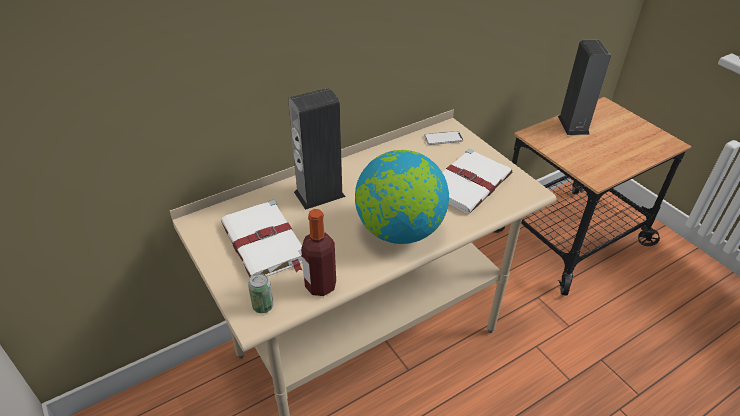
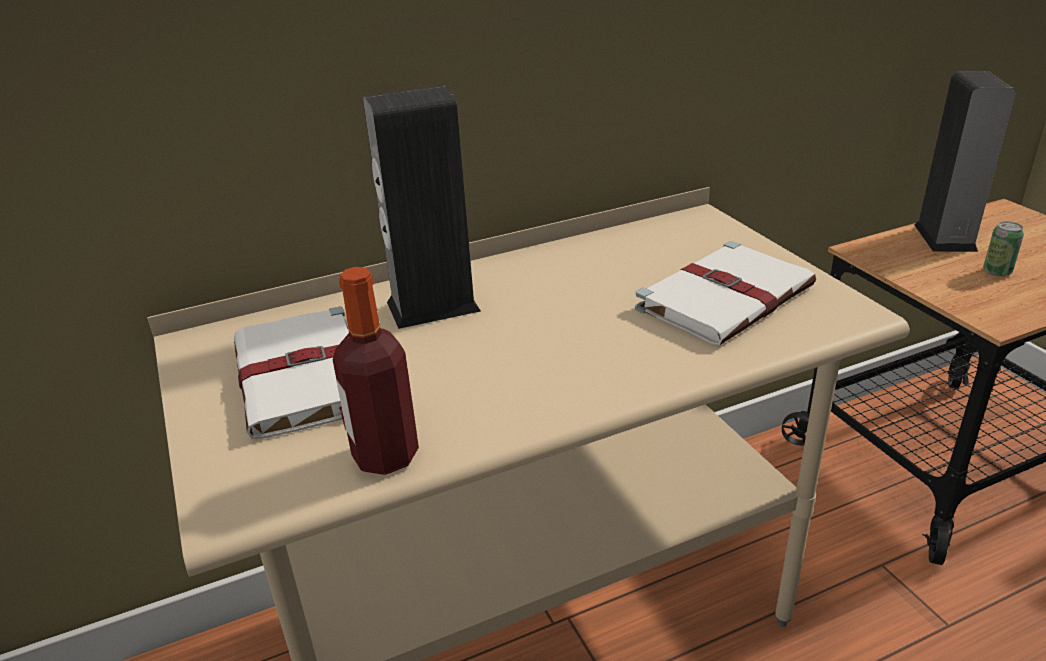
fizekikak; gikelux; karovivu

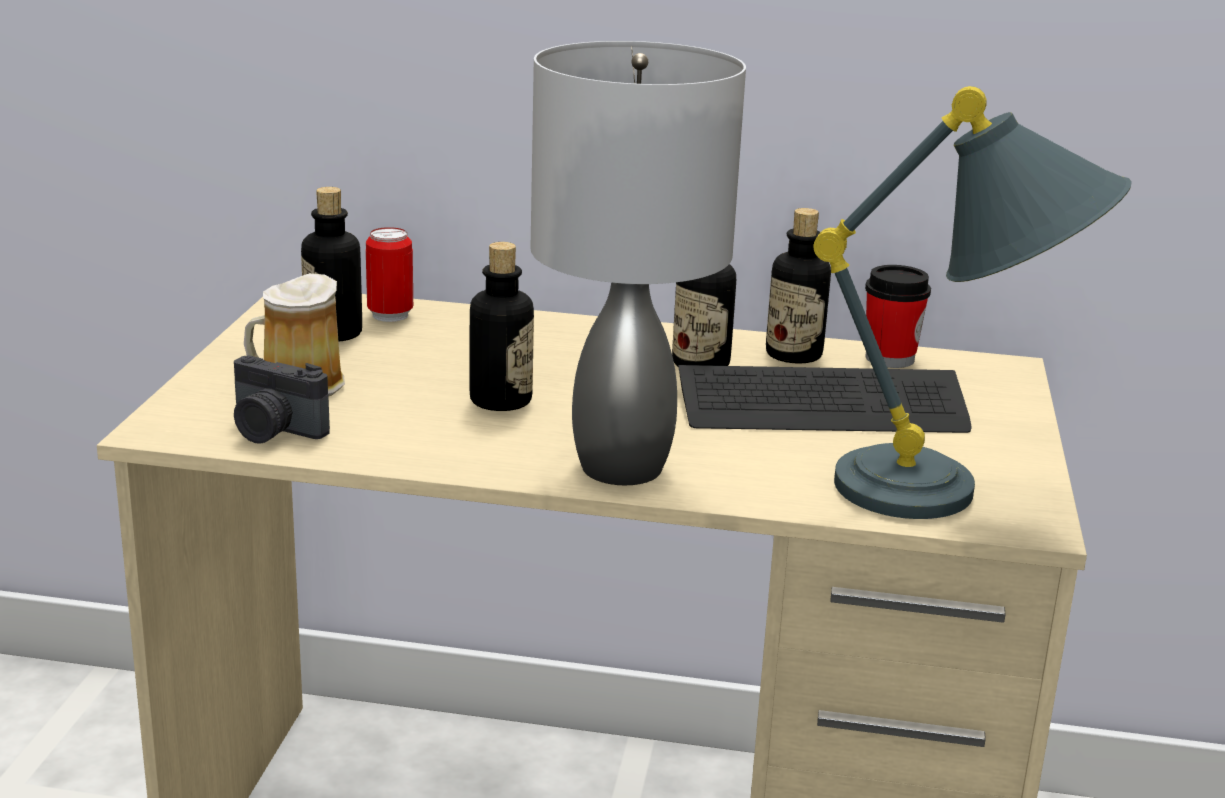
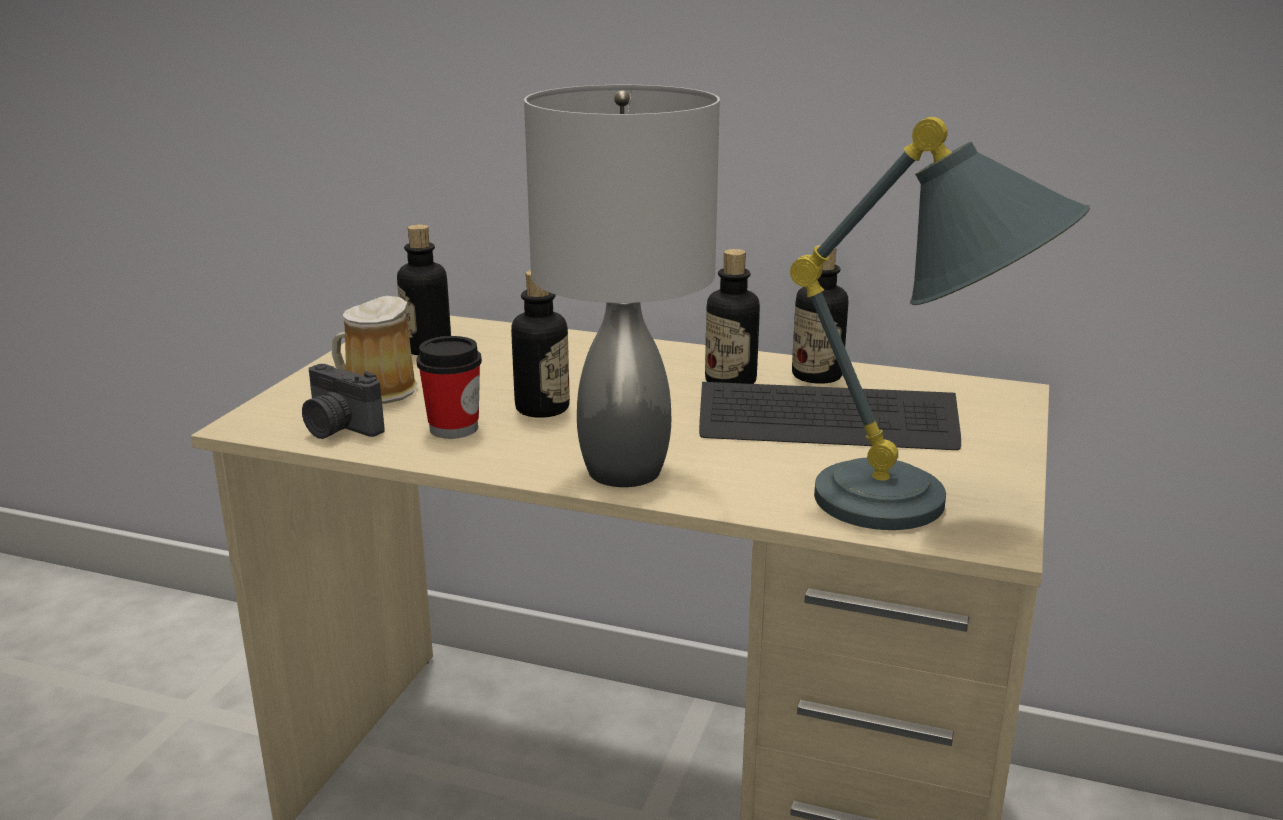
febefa; fizekikak

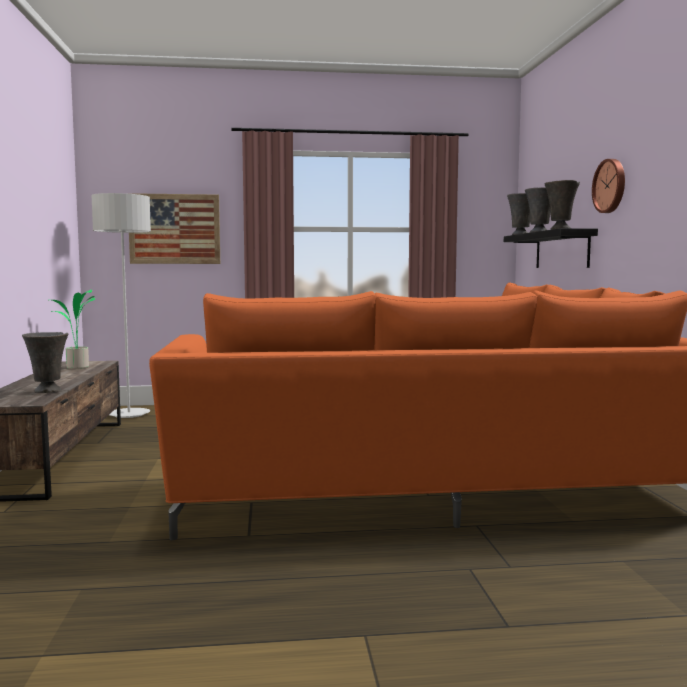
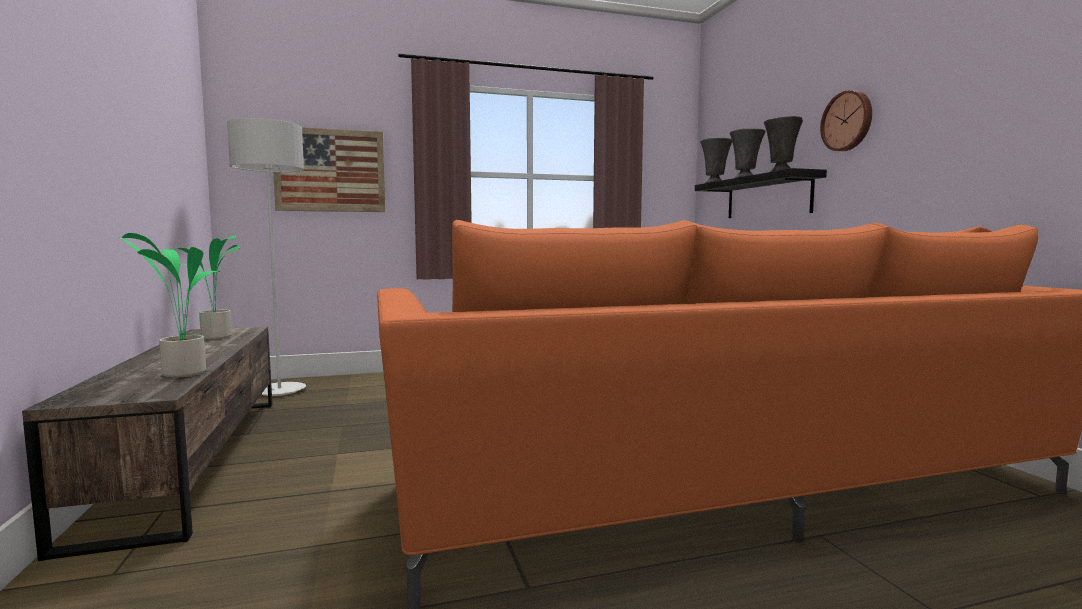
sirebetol (no. 1 from left)

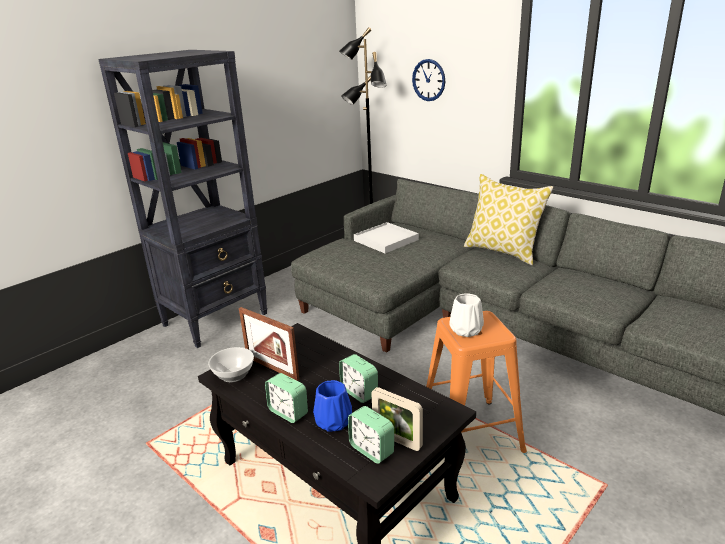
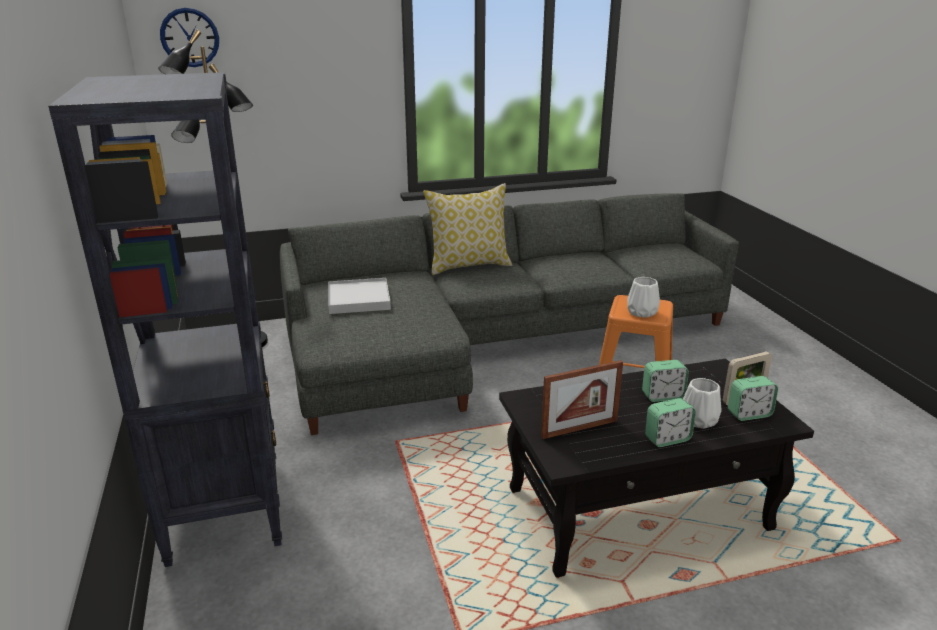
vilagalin; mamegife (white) (no. 2 from left); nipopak

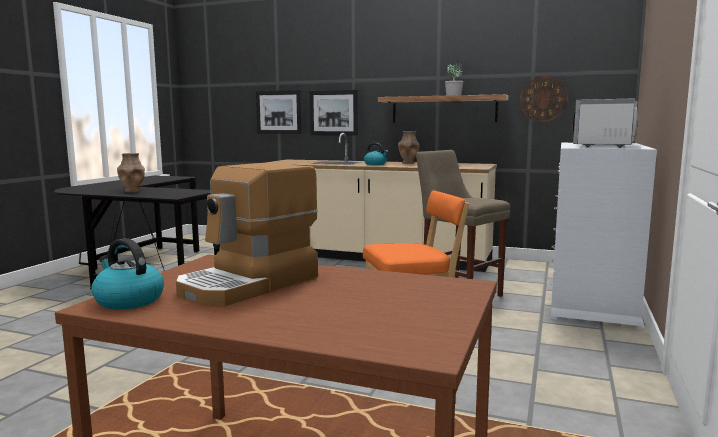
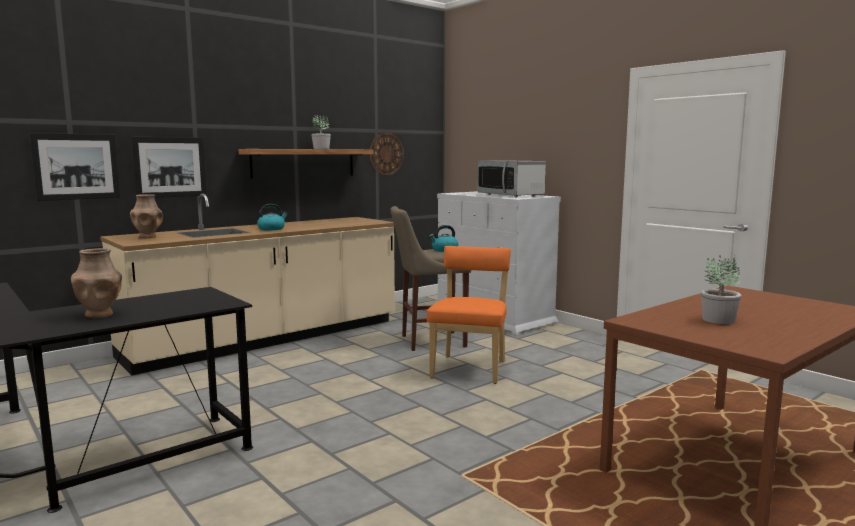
mamegife (brown) (no. 2 from left); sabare (no. 2 from left); sirebetol (no. 2 from left)

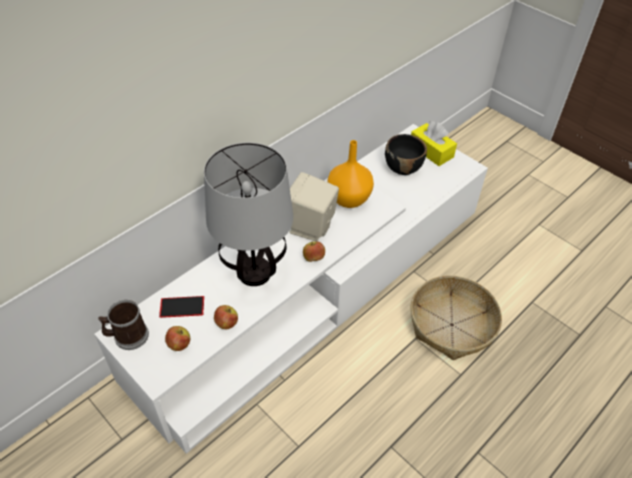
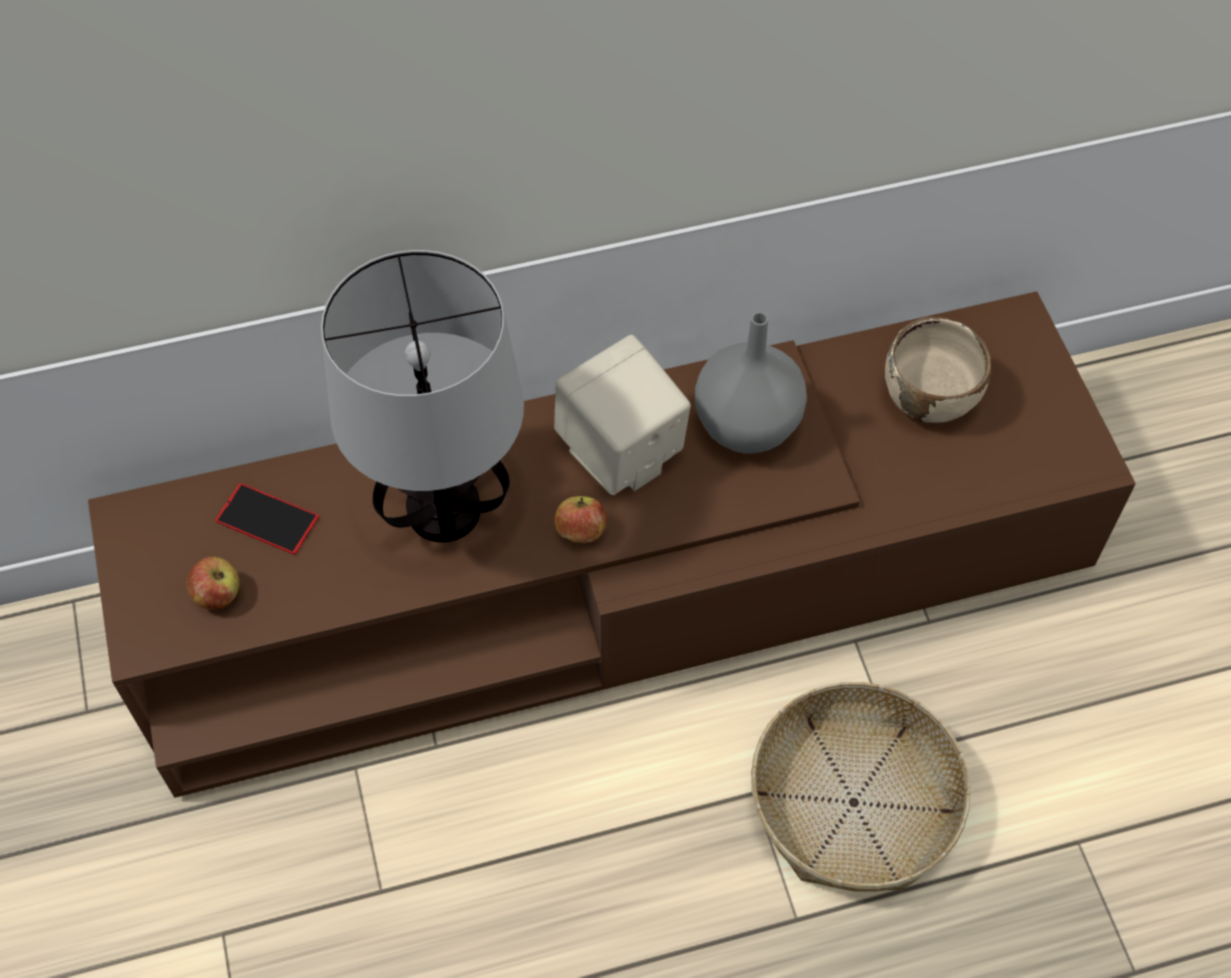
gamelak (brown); mamegife (grey); nipopak (beige); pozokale; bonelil (no. 2 from left in the first image); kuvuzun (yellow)

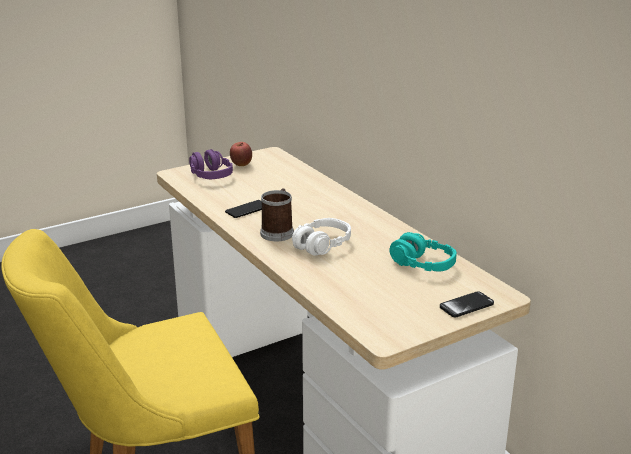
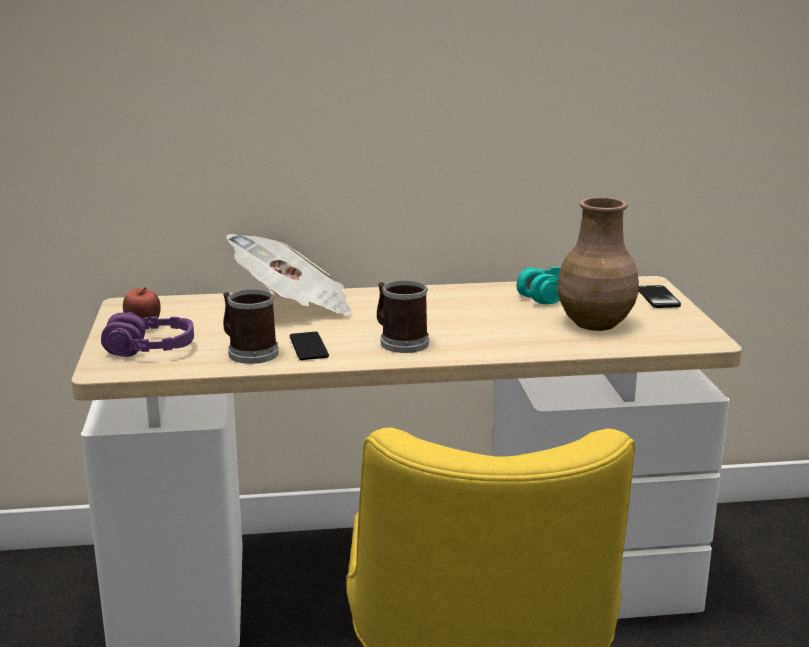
pozokale (no. 1 from left); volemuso; mamegife (brown); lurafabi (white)

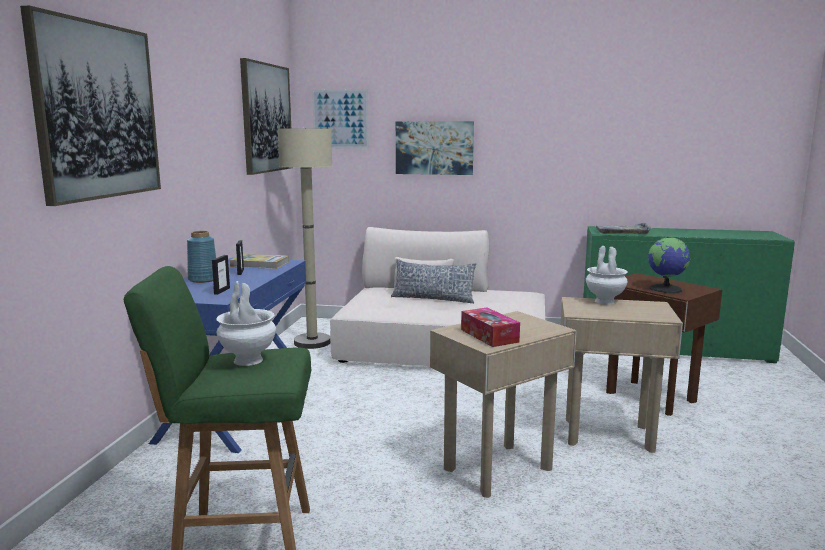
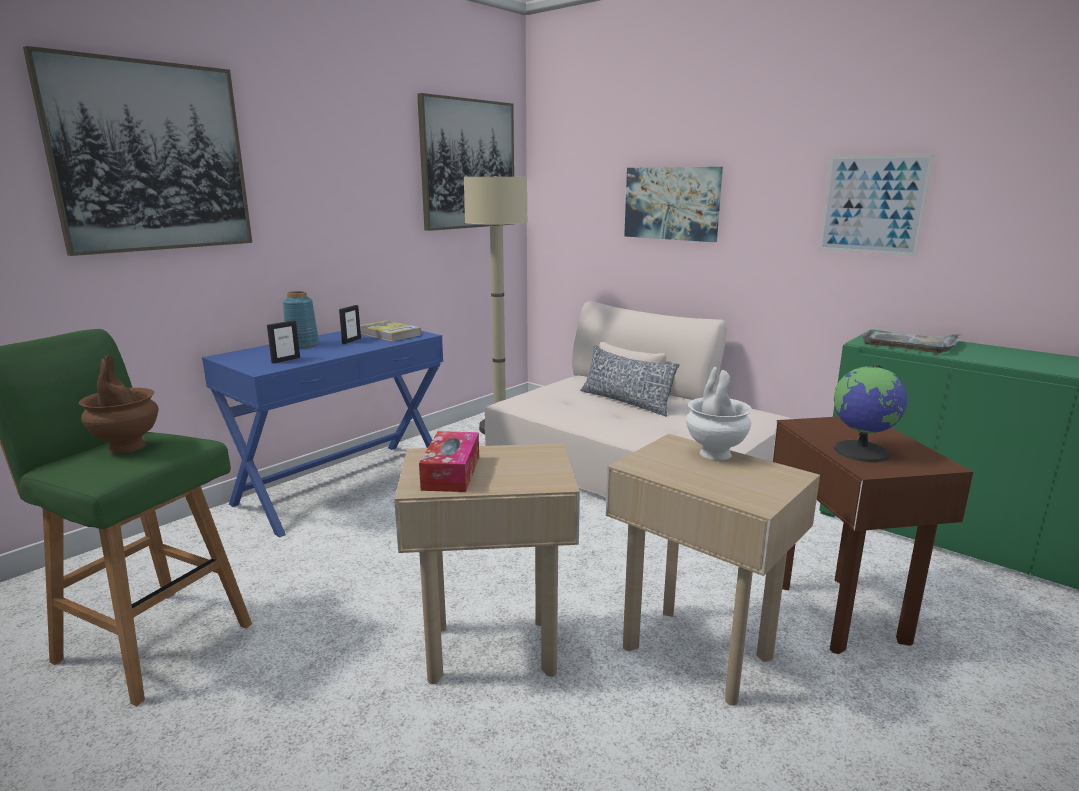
mamegife (brown); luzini (no. 4 from left)

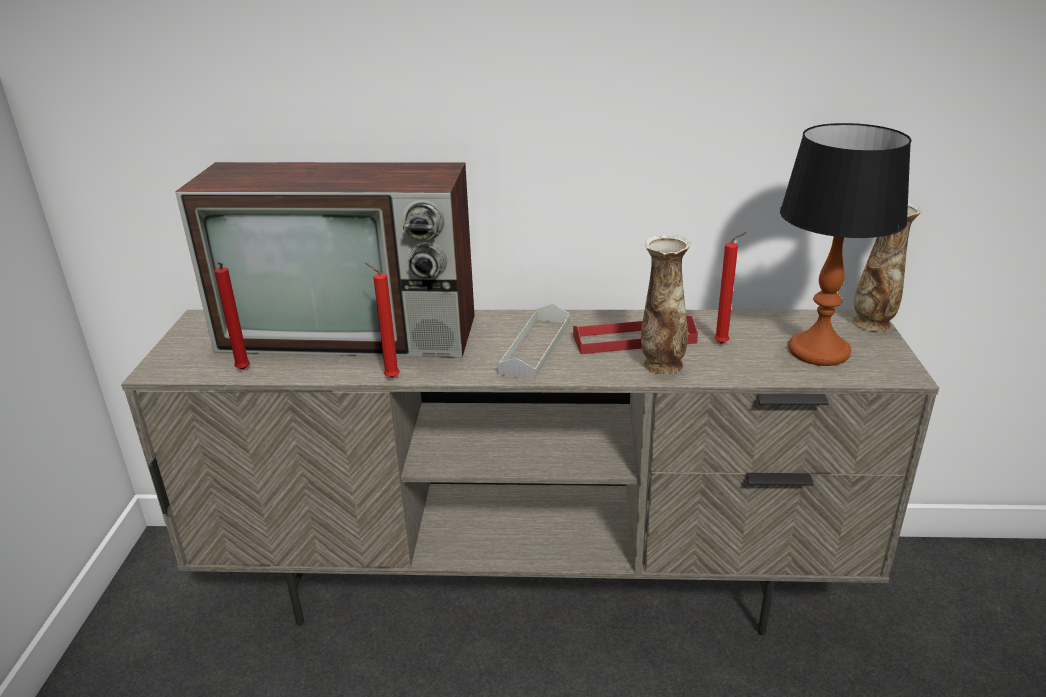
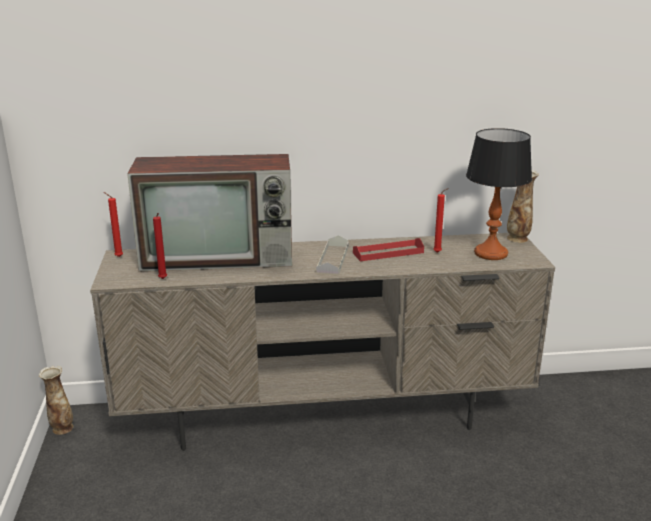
mamegife (no. 1 from left); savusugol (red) (no. 1 from left)

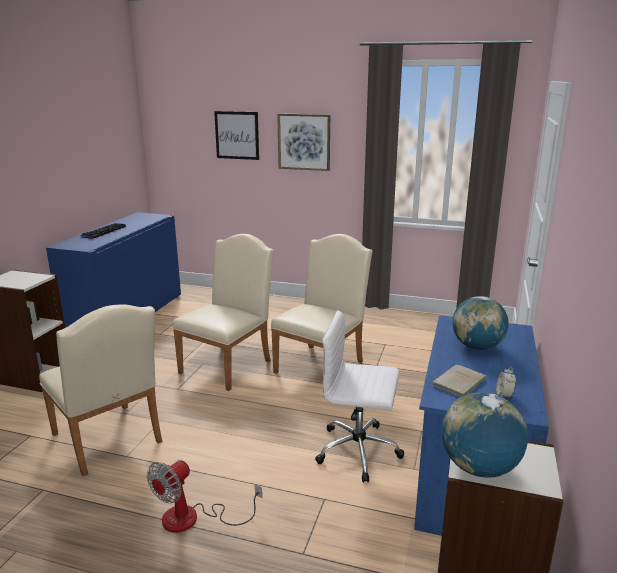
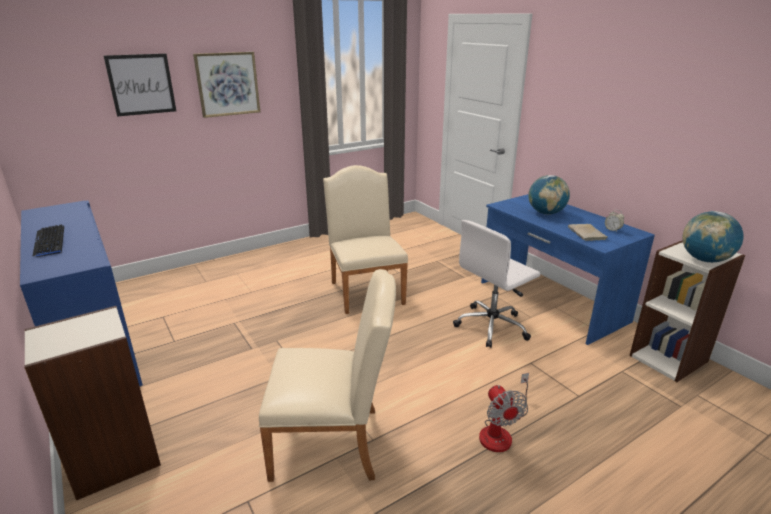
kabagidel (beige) (no. 2 from left in the first image)

